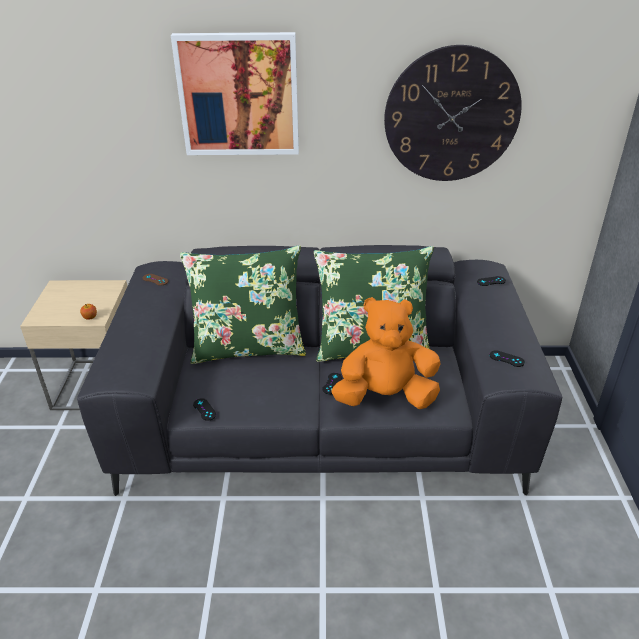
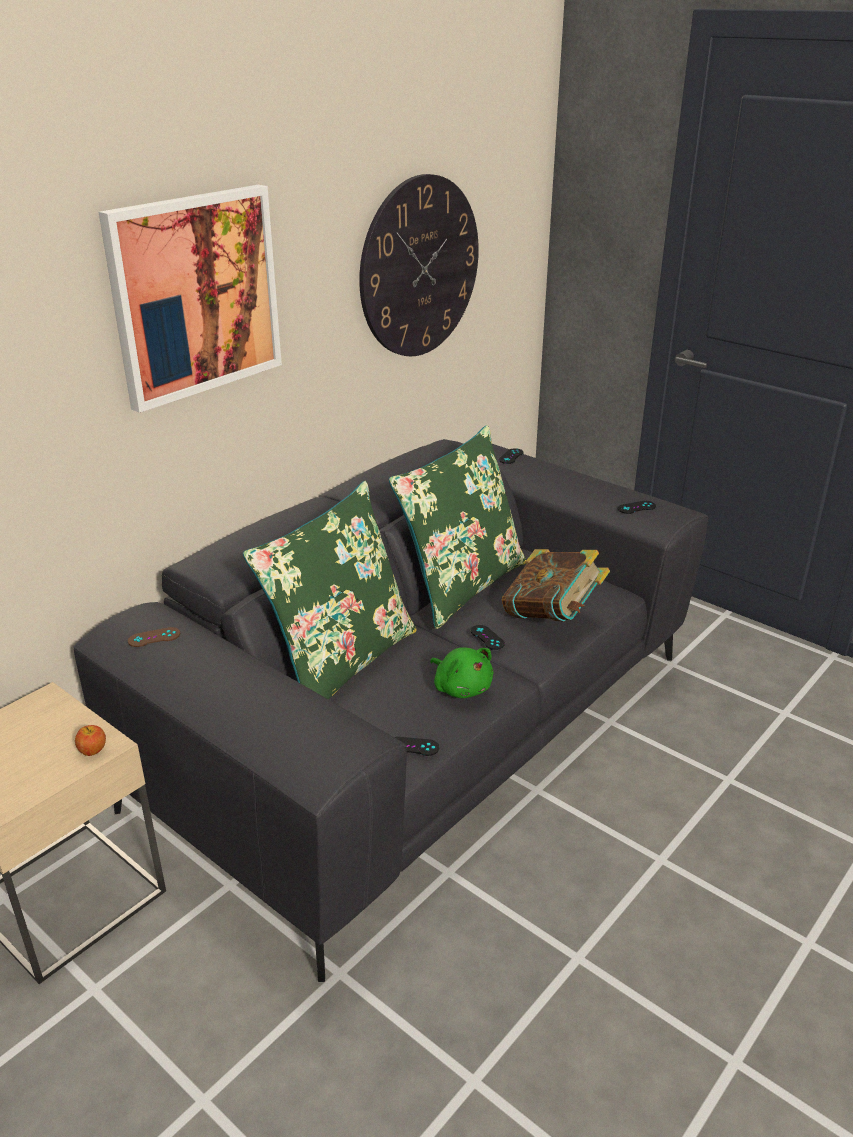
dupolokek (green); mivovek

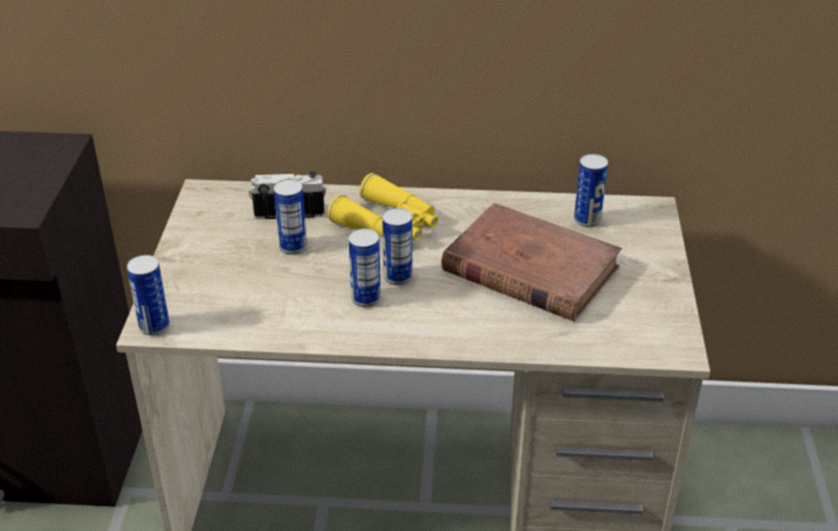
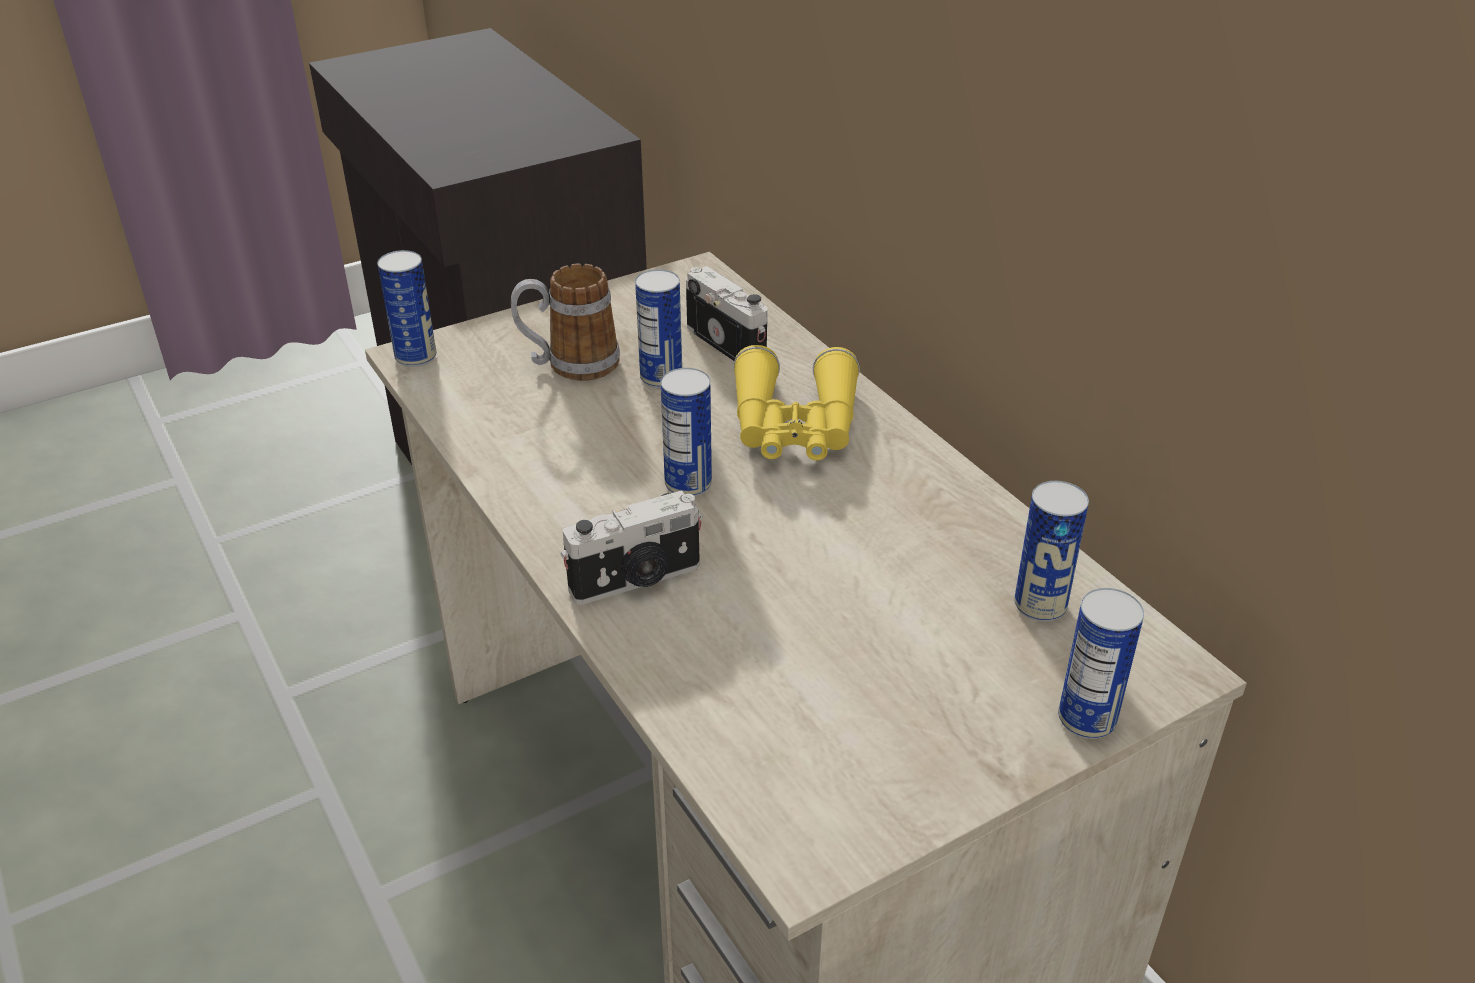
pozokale; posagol (no. 1 from left); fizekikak (no. 5 from left); mivovek (brown)

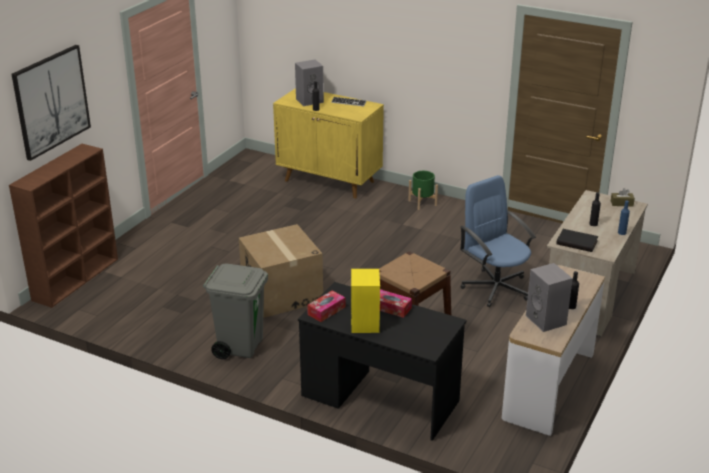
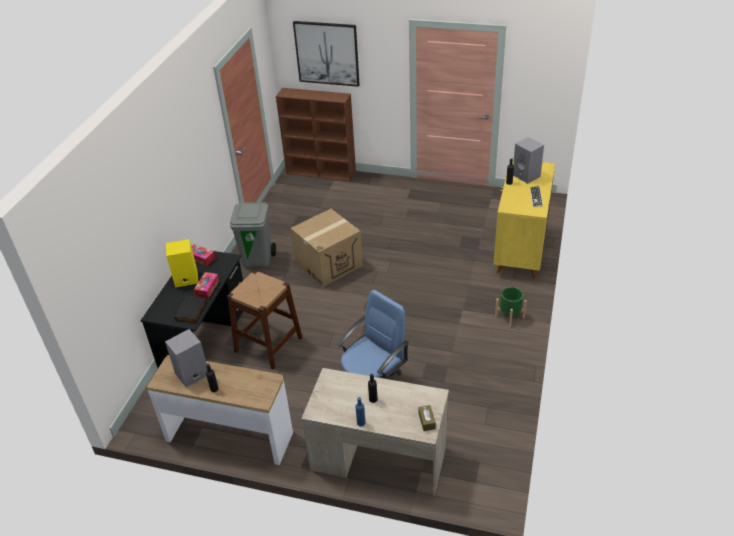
mivovek (black)

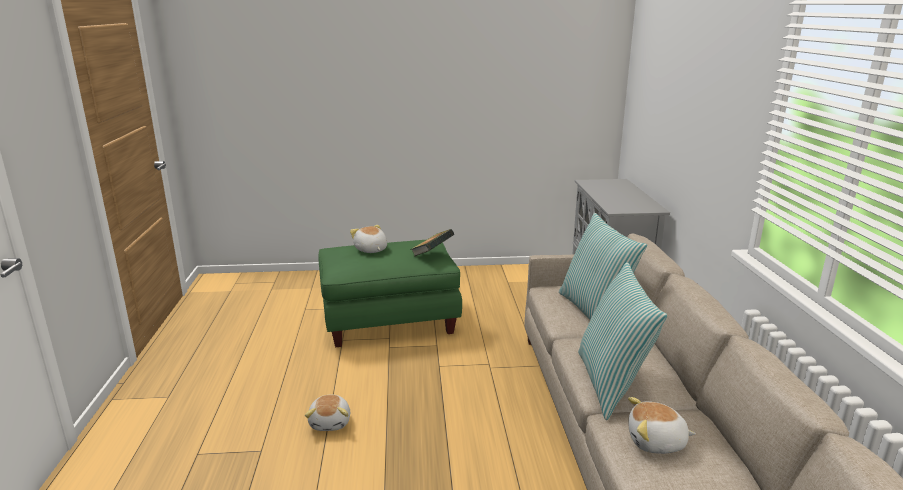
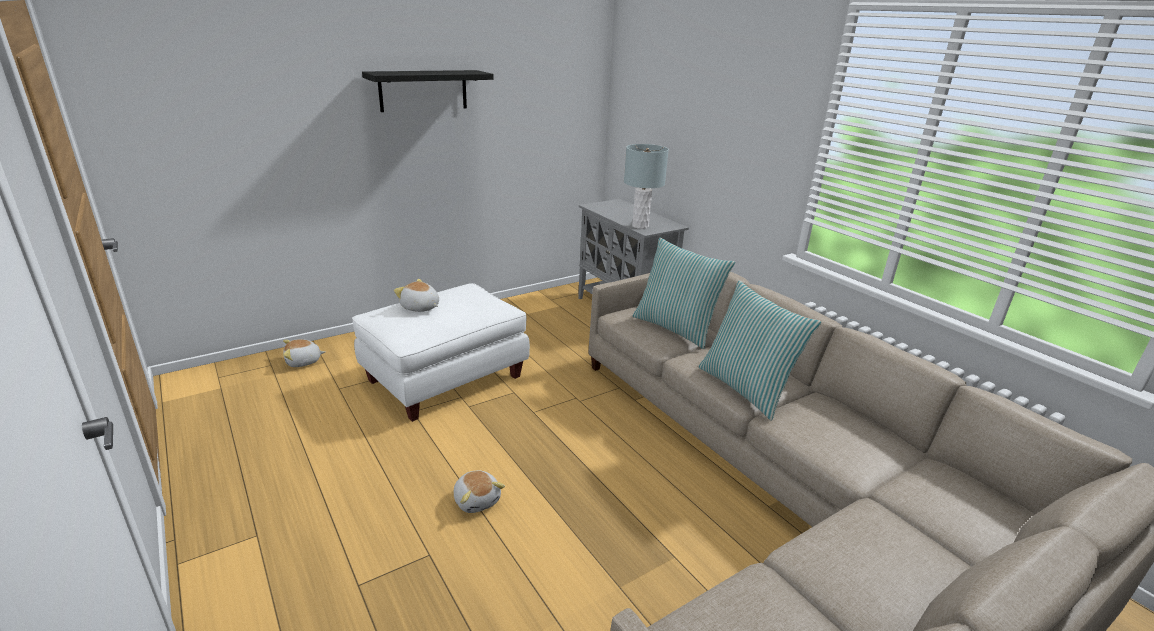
dupolokek (no. 1 from left); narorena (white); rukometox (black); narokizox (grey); mivovek

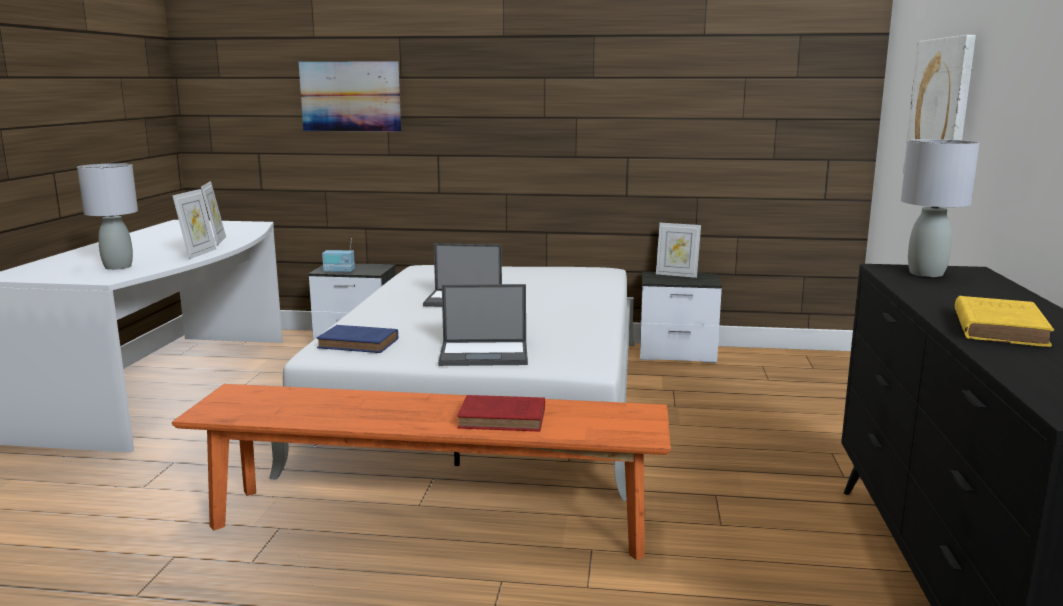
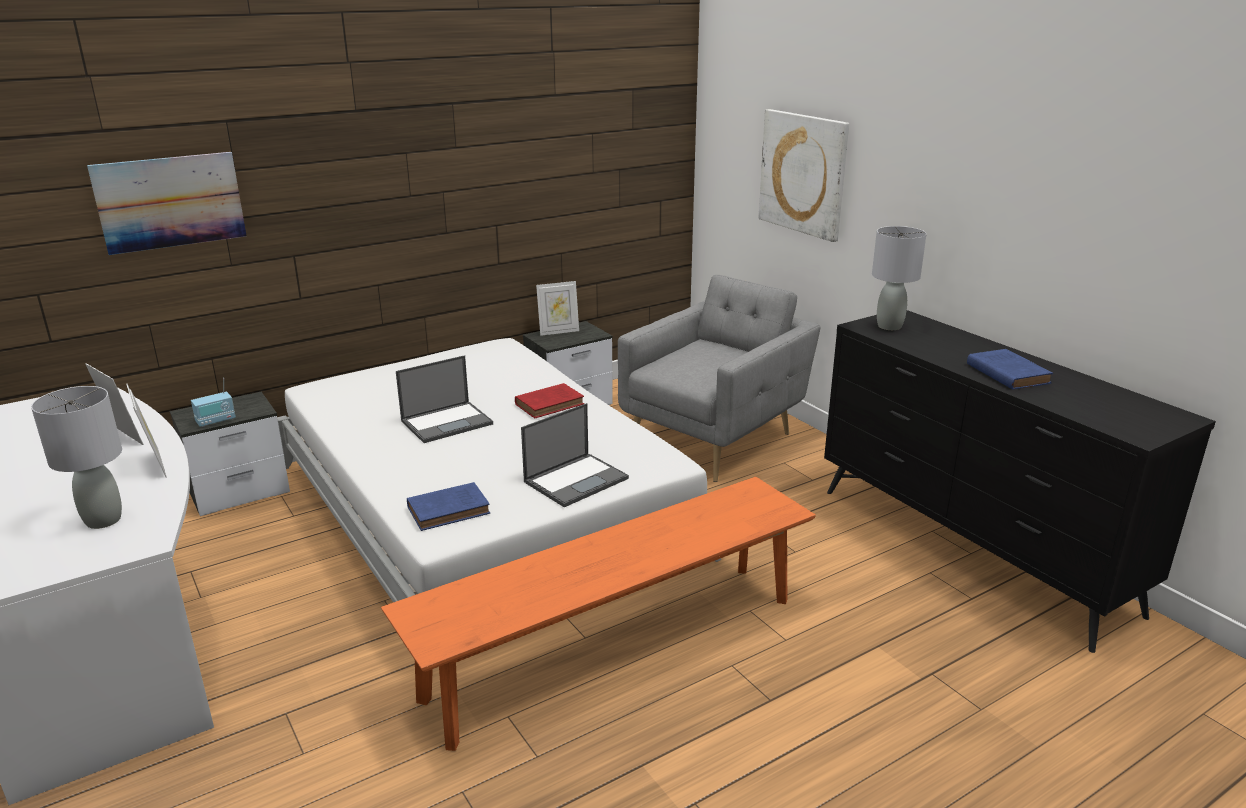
mivovek (red); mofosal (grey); mivovek (blue) (no. 2 from left)

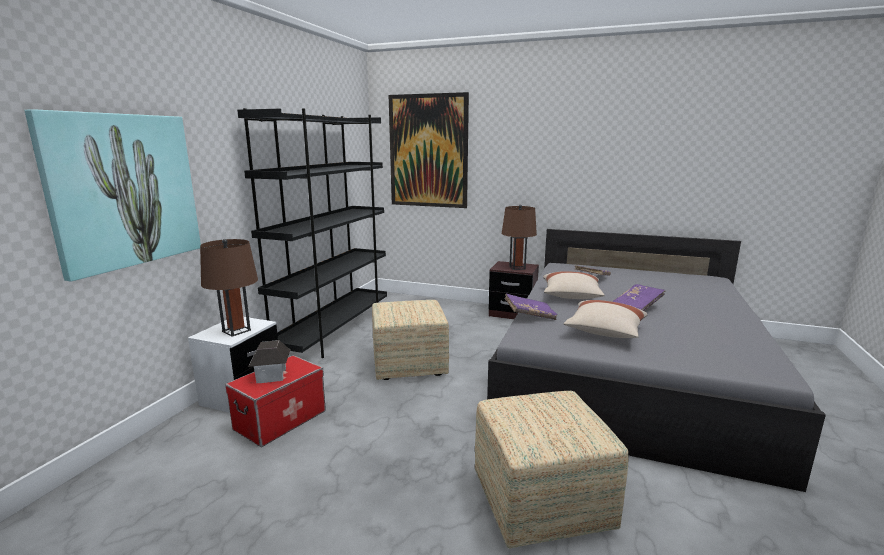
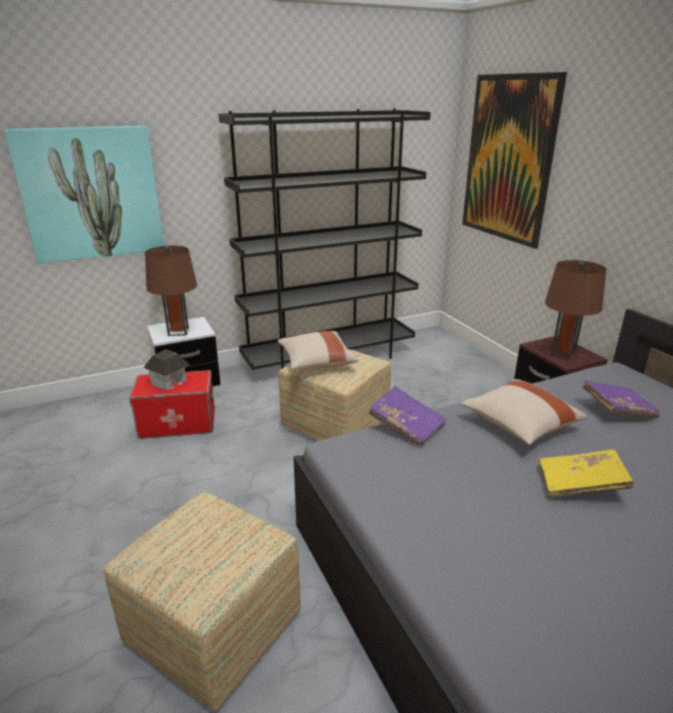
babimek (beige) (no. 1 from left); mivovek (yellow)

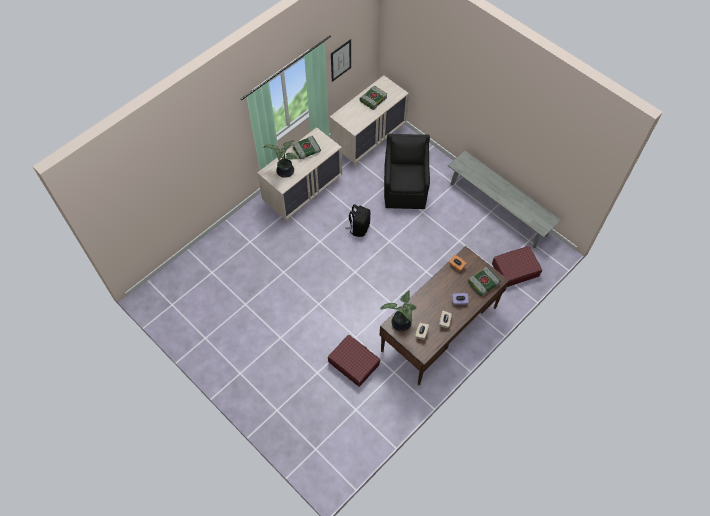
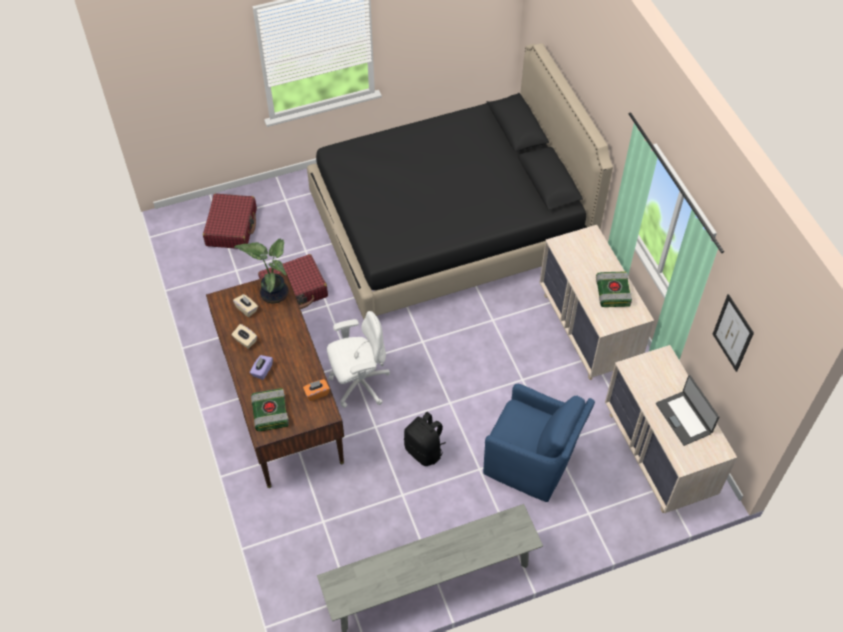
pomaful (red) (no. 1 from left); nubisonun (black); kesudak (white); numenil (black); mofosal (blue); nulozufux; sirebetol (no. 1 from left in the first image)

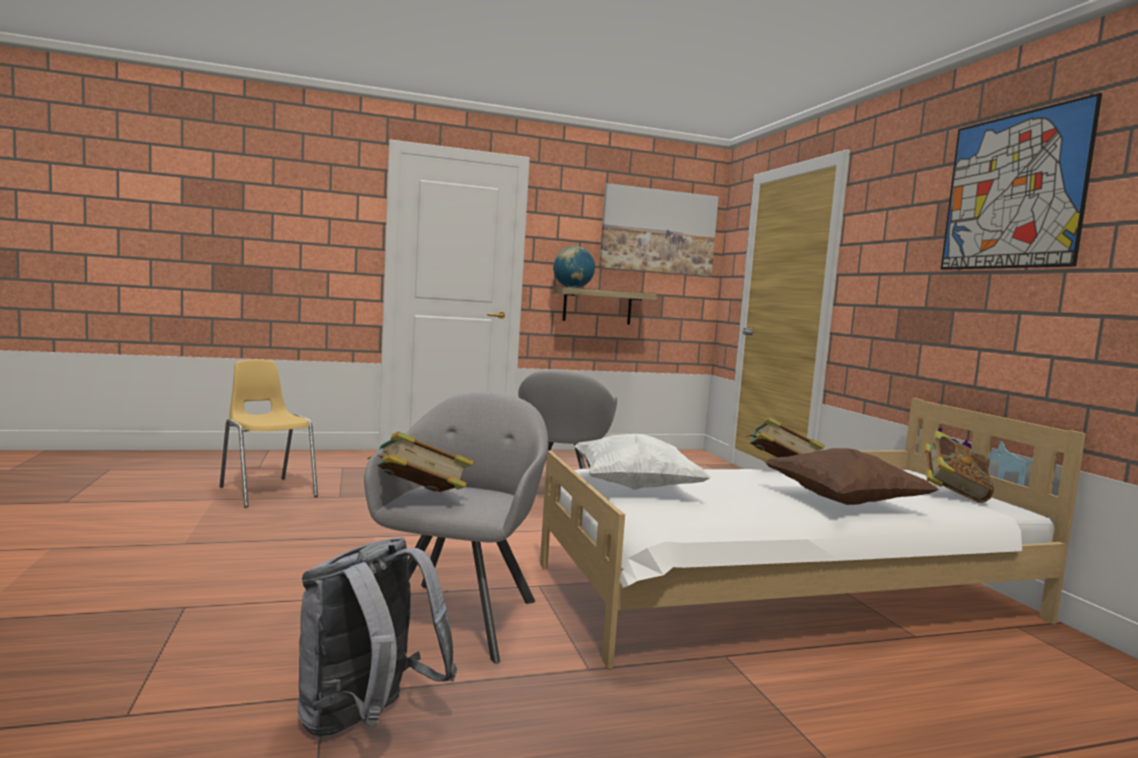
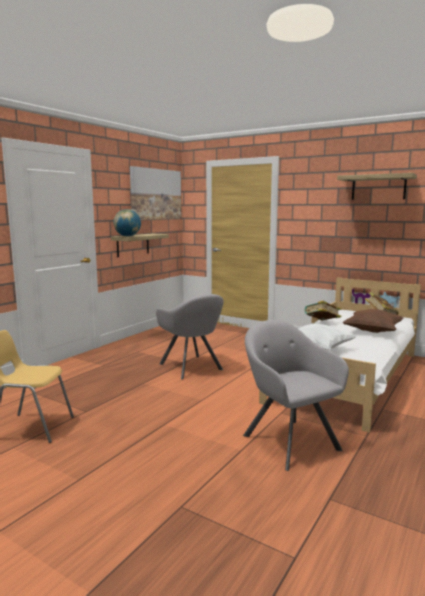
rukometox (no. 2 from left); numenil (grey); mivovek (no. 1 from left in the first image)

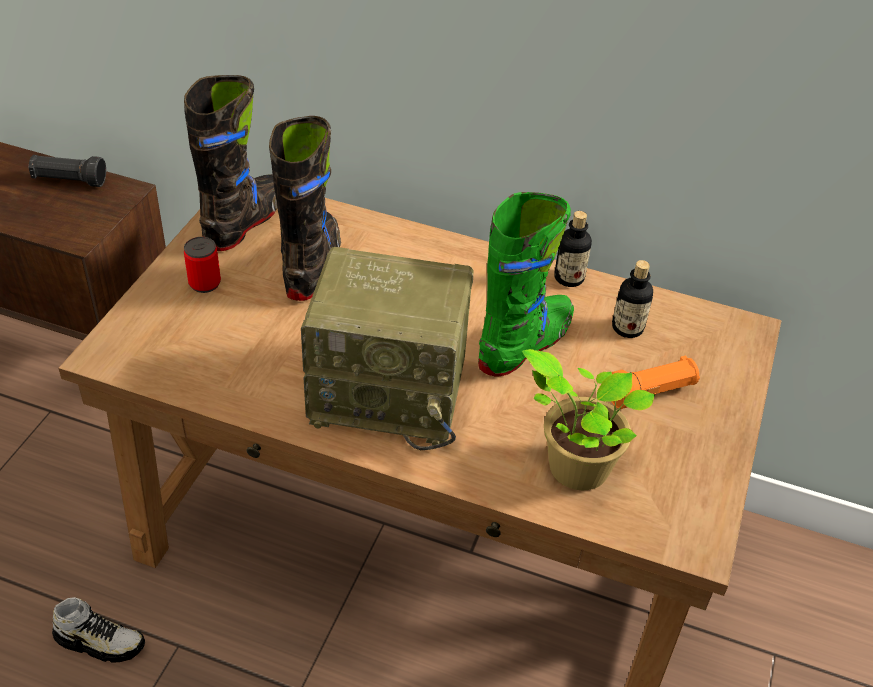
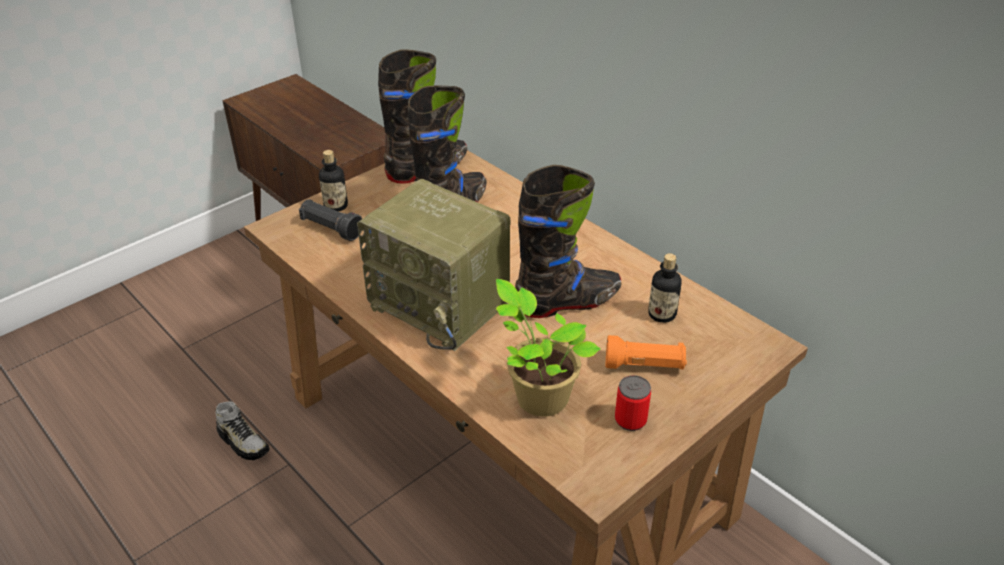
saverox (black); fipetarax (no. 1 from left); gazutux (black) (no. 3 from left); fizekikak

